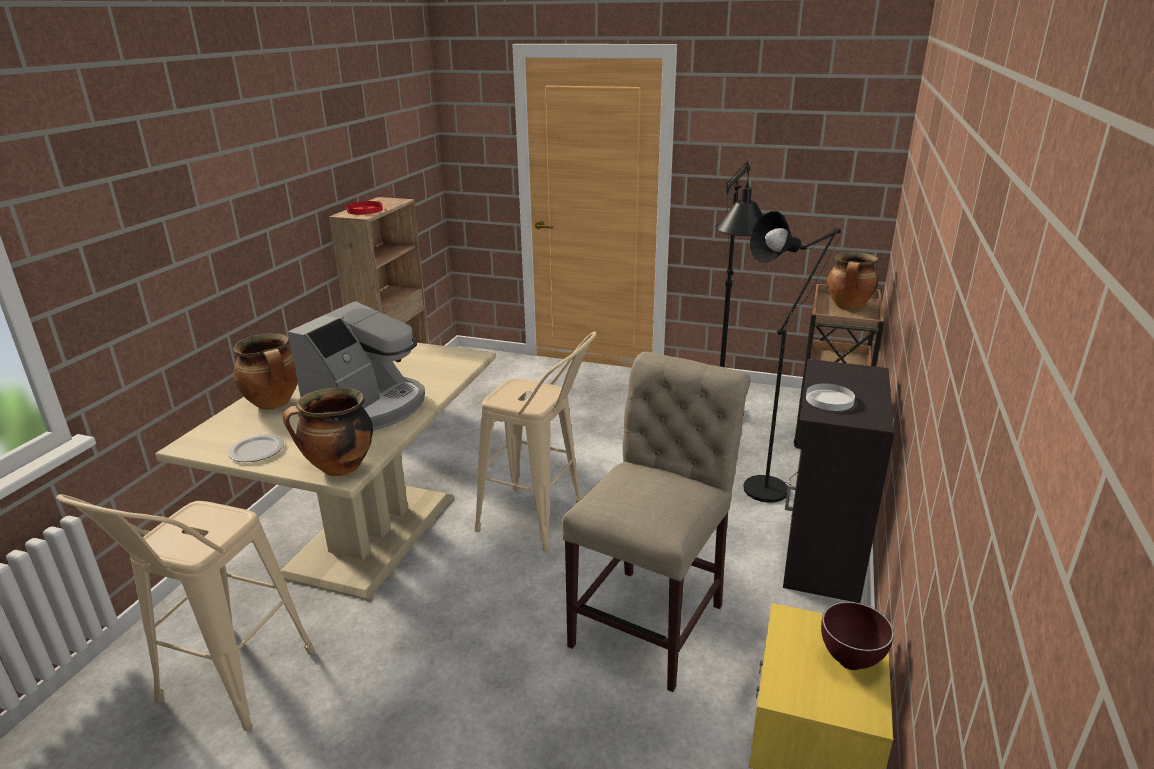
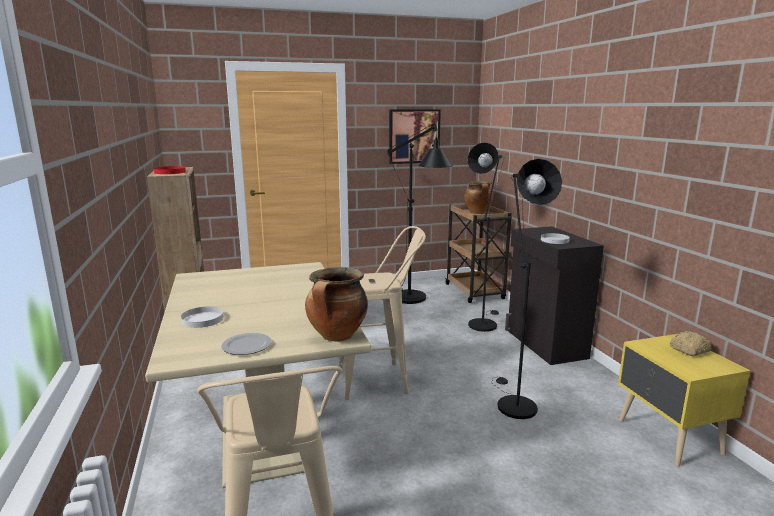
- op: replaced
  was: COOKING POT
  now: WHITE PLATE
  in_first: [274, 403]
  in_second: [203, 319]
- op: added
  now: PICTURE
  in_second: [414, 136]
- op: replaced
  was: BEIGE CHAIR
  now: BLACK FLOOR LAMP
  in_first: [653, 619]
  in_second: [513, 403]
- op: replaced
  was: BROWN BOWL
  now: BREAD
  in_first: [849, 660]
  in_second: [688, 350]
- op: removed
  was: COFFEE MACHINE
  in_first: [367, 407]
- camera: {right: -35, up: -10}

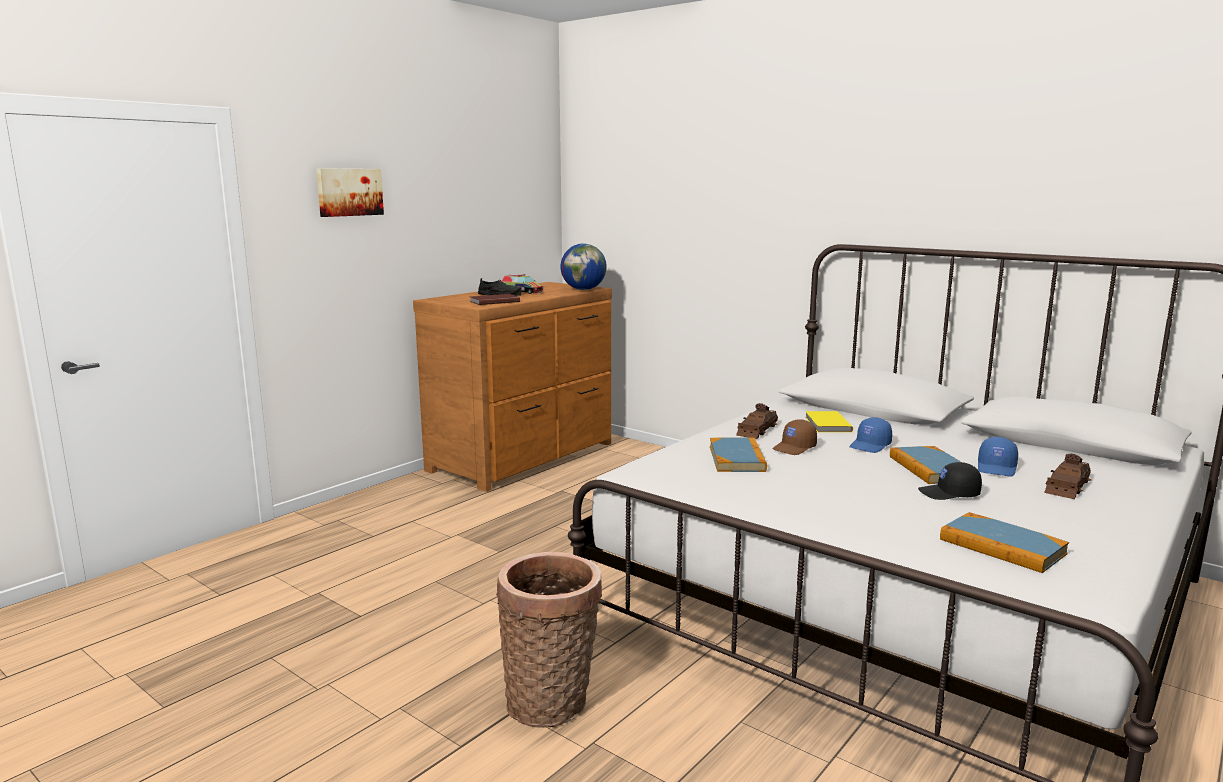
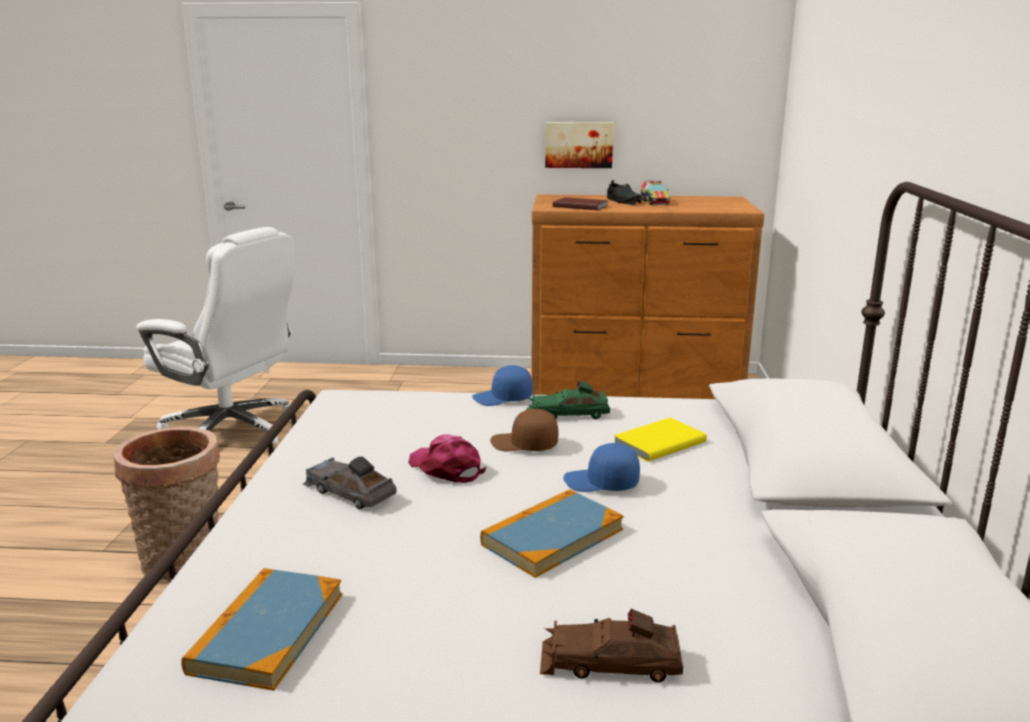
- op: added
  now: WHITE OFFICE CHAIR
  in_second: [232, 430]
- op: added
  now: GREY TOY CAR
  in_second: [349, 492]
- op: added
  now: PINK CAP
  in_second: [446, 468]
- op: moved
  was: BLUE CAP
  in_first: [997, 468]
  in_second: [503, 398]
- op: recoloured
  was: BROWN TOY CAR
  now: GREEN TOY CAR
  in_first: [757, 430]
  in_second: [567, 414]
- op: moved
  was: PICTURE
  in_first: [349, 192]
  in_second: [579, 145]
- op: removed
  was: GLOBE
  in_first: [584, 289]
- op: removed
  was: BOOK
  in_first: [737, 458]
- op: removed
  was: BLACK CAP
  in_first: [949, 494]
- camera: {right: 55, up: 5}

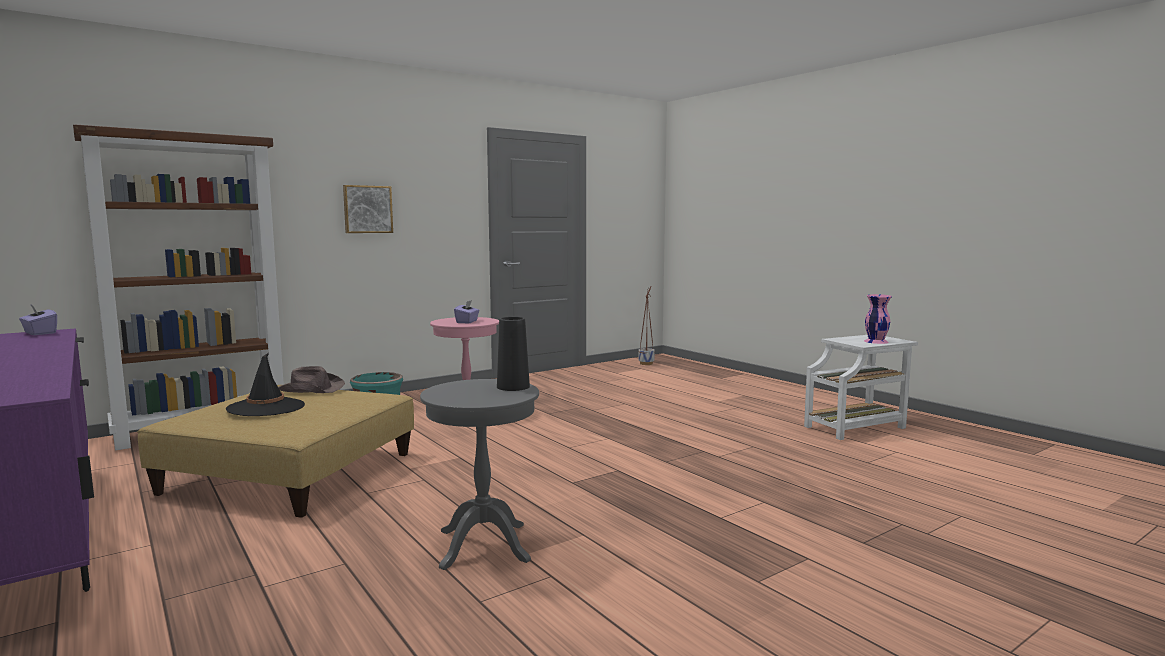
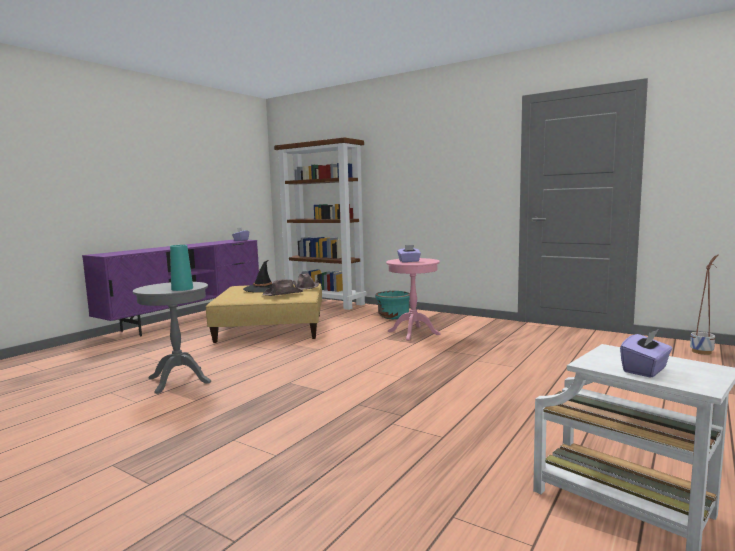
- op: recoloured
  was: BLACK VASE
  now: TURQUOISE VASE
  in_first: [513, 387]
  in_second: [182, 289]
- op: added
  now: BROWN HAT
  in_second: [283, 293]
- op: replaced
  was: PINK VASE
  now: PURPLE TISSUE BOX
  in_first: [875, 341]
  in_second: [645, 370]
- op: removed
  was: PICTURE
  in_first: [367, 209]
- camera: {right: 70, up: 0}

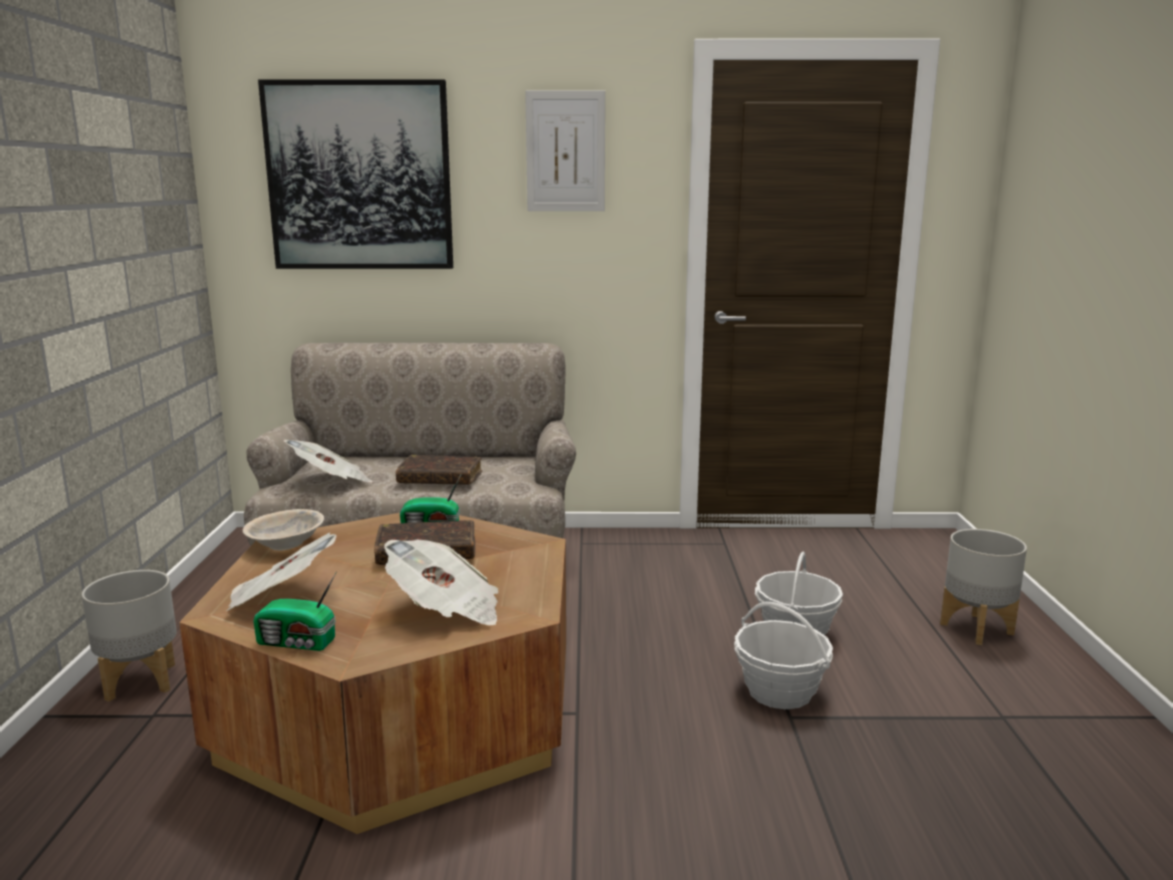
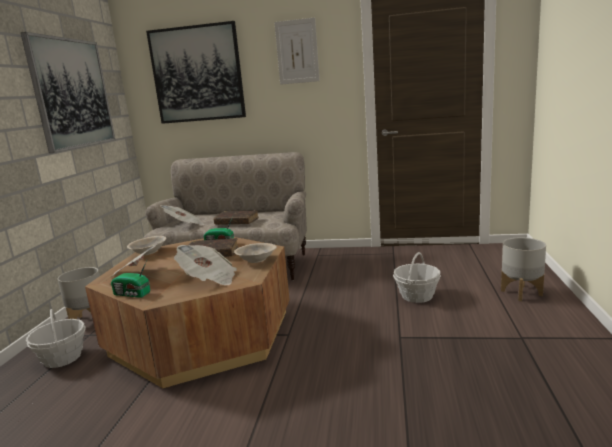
- op: added
  now: PICTURE
  in_second: [72, 93]
- op: moved
  was: BASKET
  in_first: [779, 691]
  in_second: [62, 358]
- op: added
  now: BEIGE BOWL
  in_second: [256, 260]
- camera: {right: 10, up: 0}

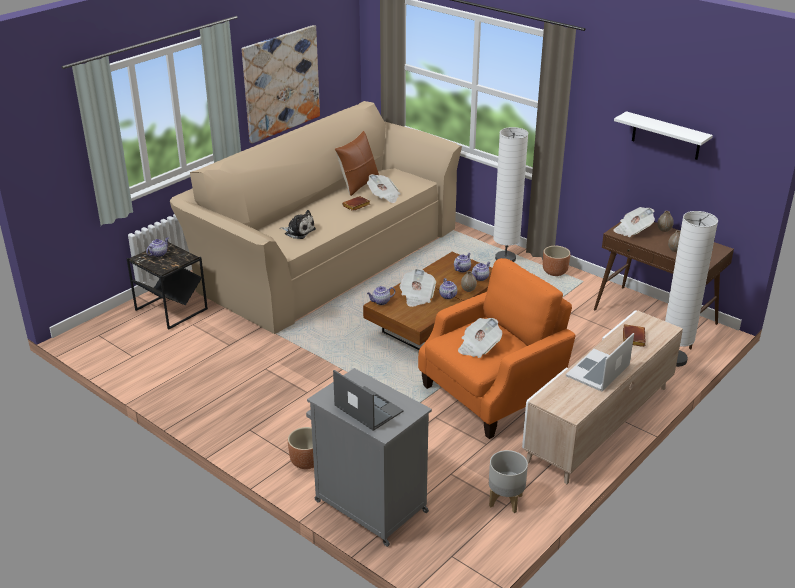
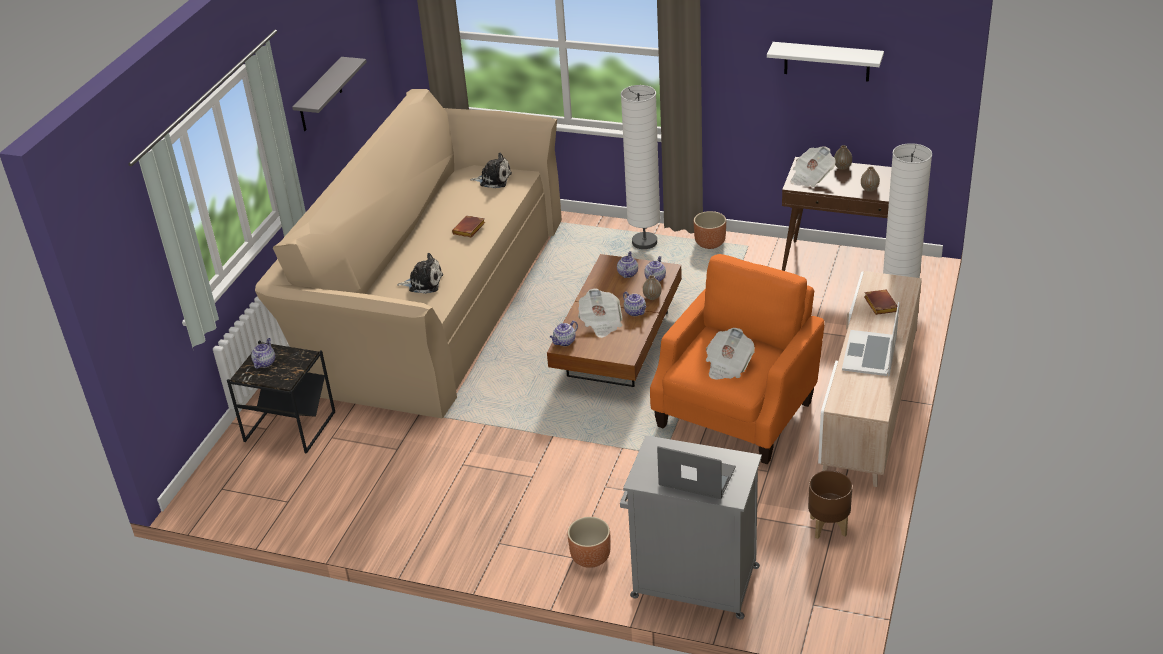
- op: replaced
  was: PICTURE
  now: GREY SHELF
  in_first: [281, 83]
  in_second: [320, 96]
- op: added
  now: PLUSH TOY
  in_second: [493, 179]
- op: recoloured
  was: GREY PLANTER
  now: BROWN PLANTER
  in_first: [505, 501]
  in_second: [828, 527]
- op: removed
  was: BROWN PILLOW
  in_first: [358, 184]
- op: removed
  was: NEWSPAPER
  in_first: [384, 196]
- camera: {right: -20, up: 5}

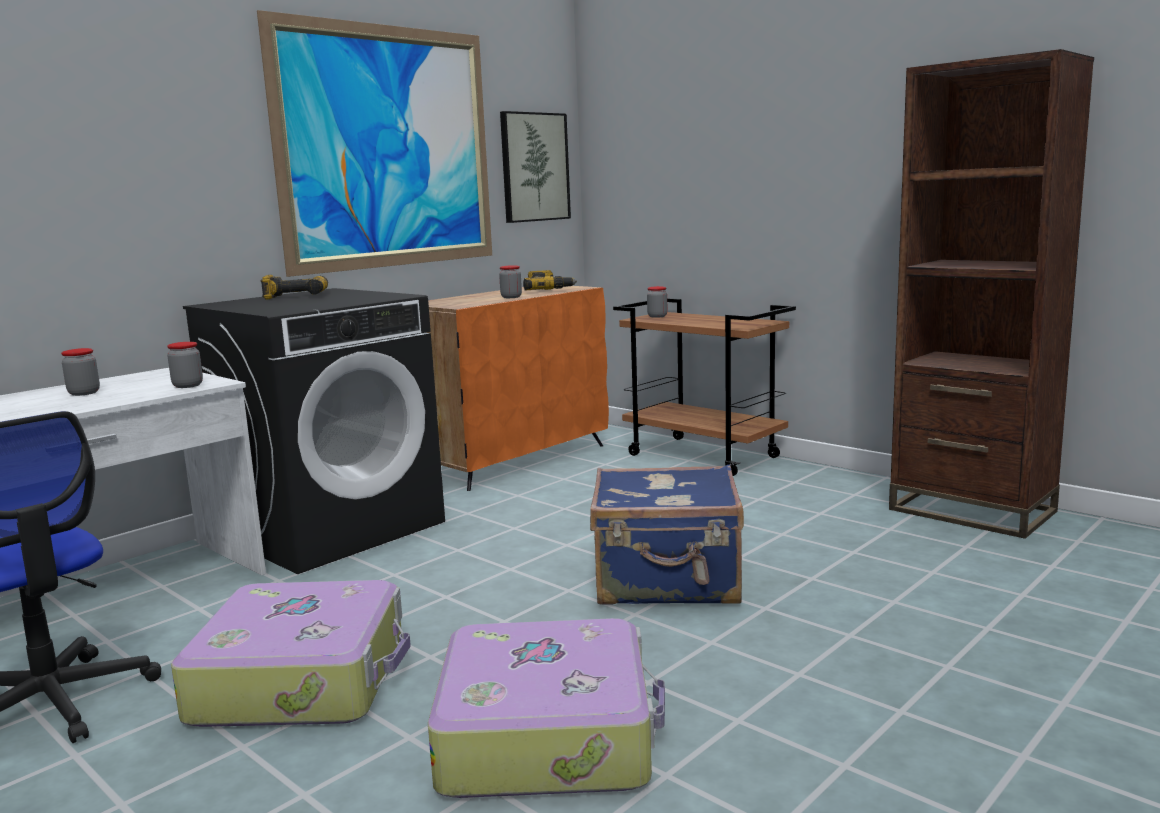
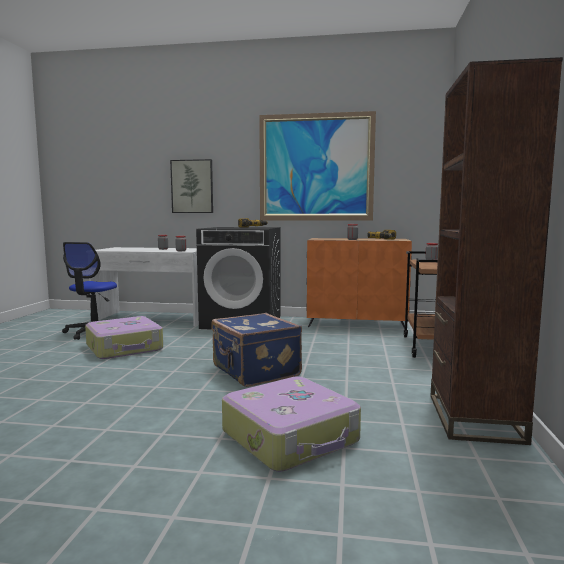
- op: moved
  was: PICTURE
  in_first: [534, 167]
  in_second: [192, 186]
- op: moved
  was: SUITCASE
  in_first: [548, 734]
  in_second: [291, 437]
- camera: {right: 55, up: -5}

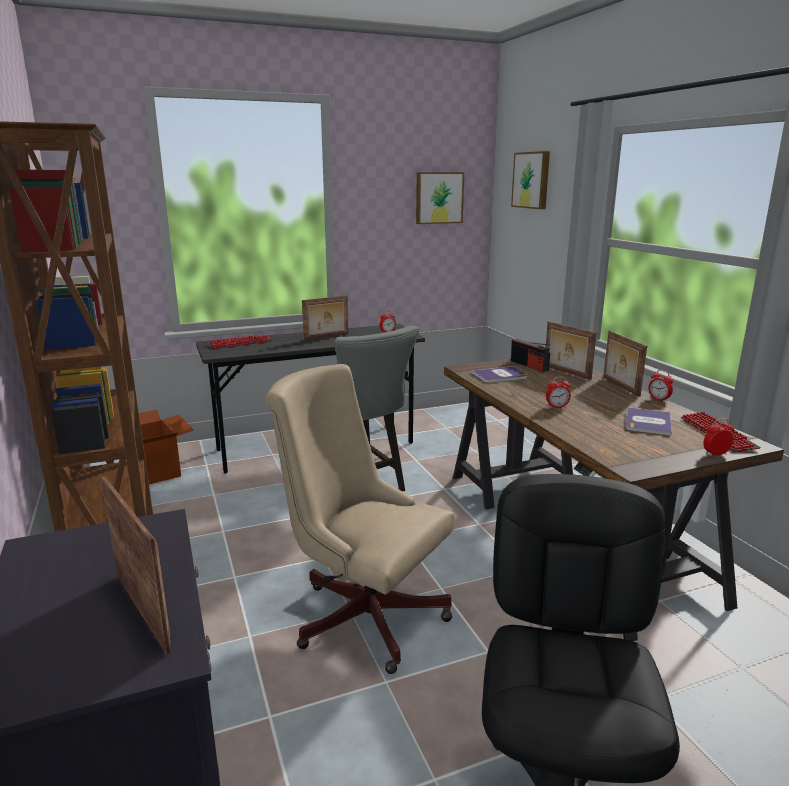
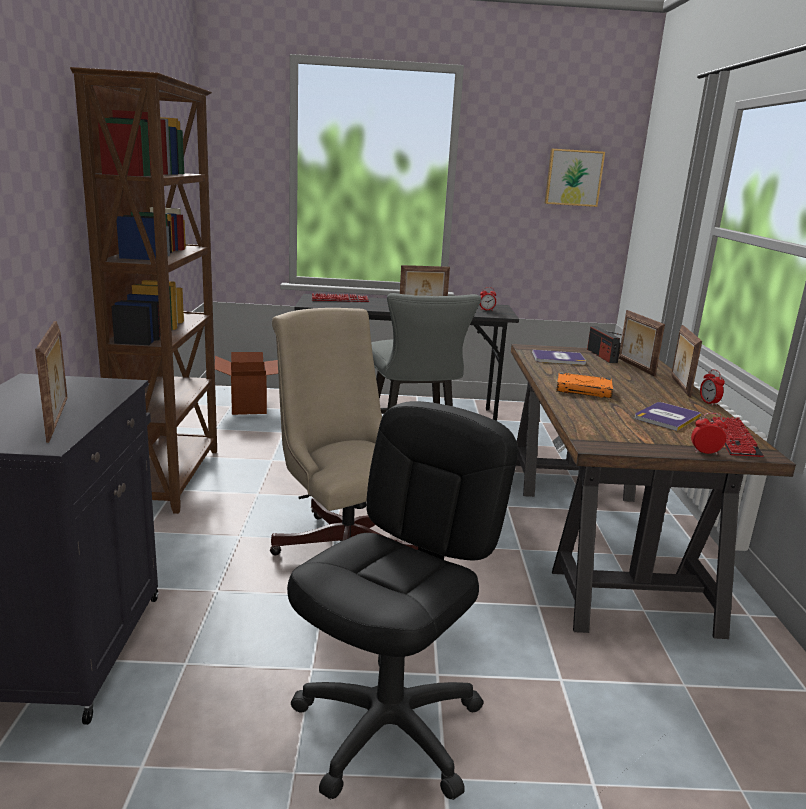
- op: replaced
  was: ALARM CLOCK
  now: ORANGE BOOK
  in_first: [557, 407]
  in_second: [584, 390]
- op: removed
  was: PICTURE
  in_first: [532, 180]
- camera: {right: 20, up: 0}

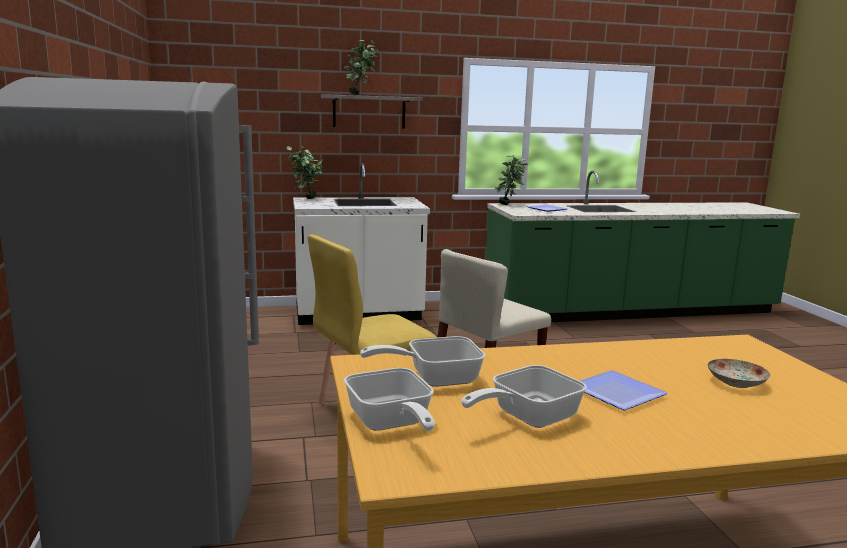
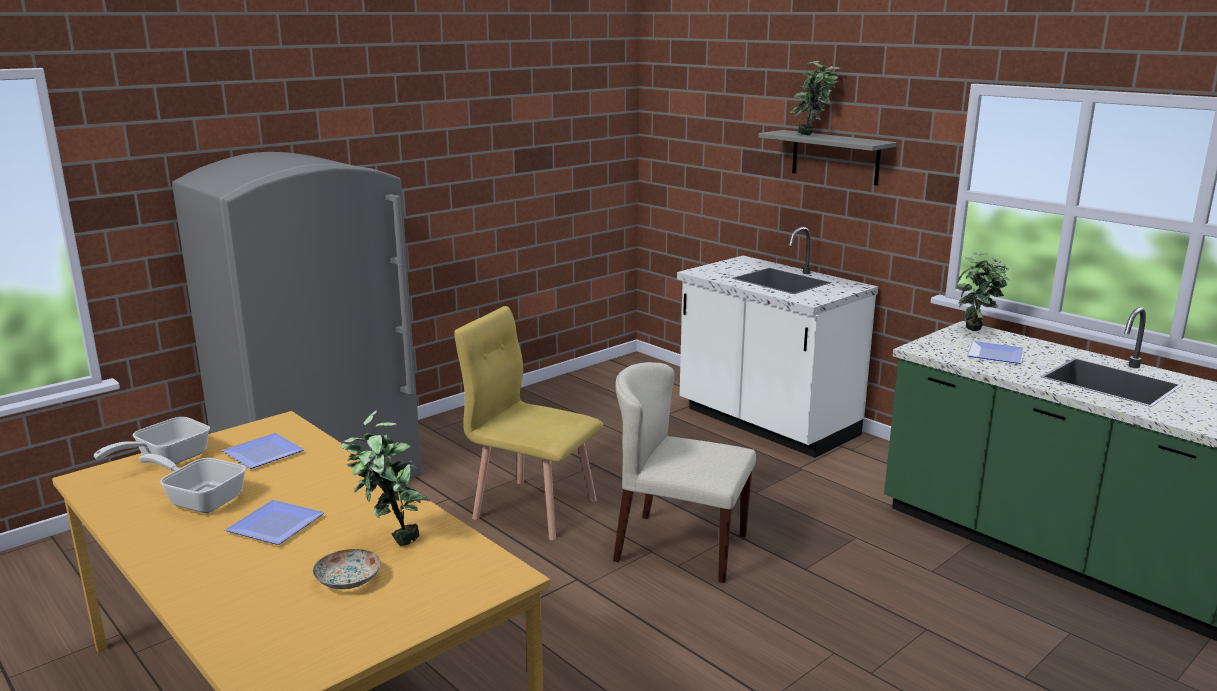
- op: replaced
  was: FRYING PAN
  now: PLATE
  in_first: [434, 378]
  in_second: [264, 452]
- op: moved
  was: POTTED PLANT
  in_first: [305, 199]
  in_second: [391, 540]
- camera: {right: 60, up: 5}

